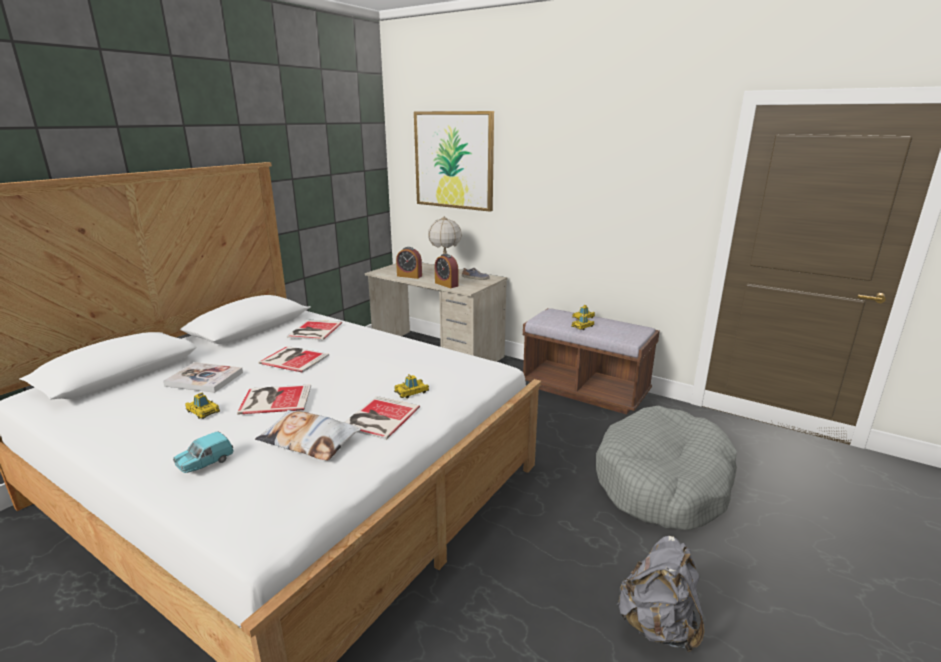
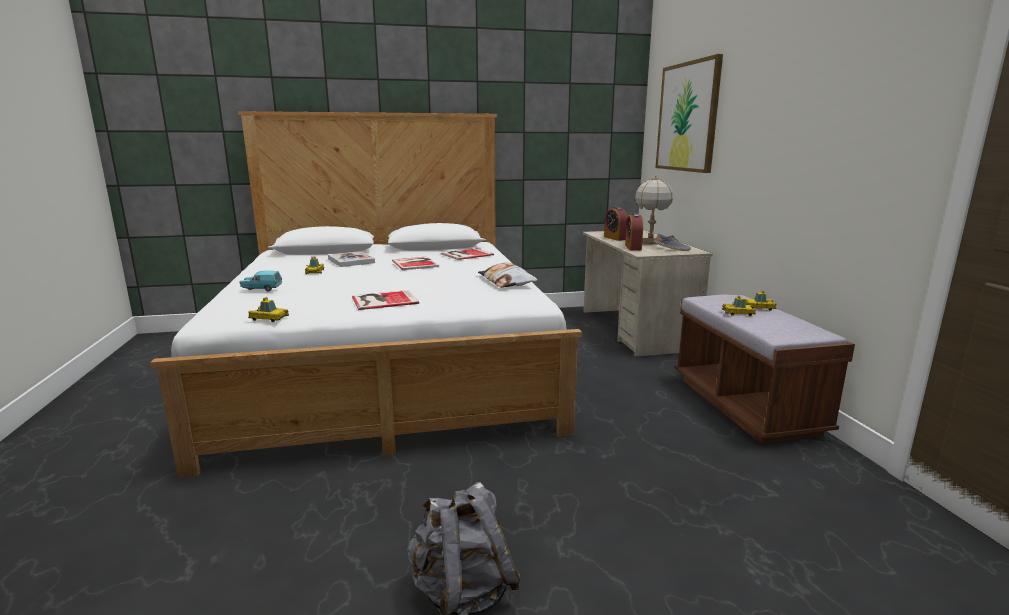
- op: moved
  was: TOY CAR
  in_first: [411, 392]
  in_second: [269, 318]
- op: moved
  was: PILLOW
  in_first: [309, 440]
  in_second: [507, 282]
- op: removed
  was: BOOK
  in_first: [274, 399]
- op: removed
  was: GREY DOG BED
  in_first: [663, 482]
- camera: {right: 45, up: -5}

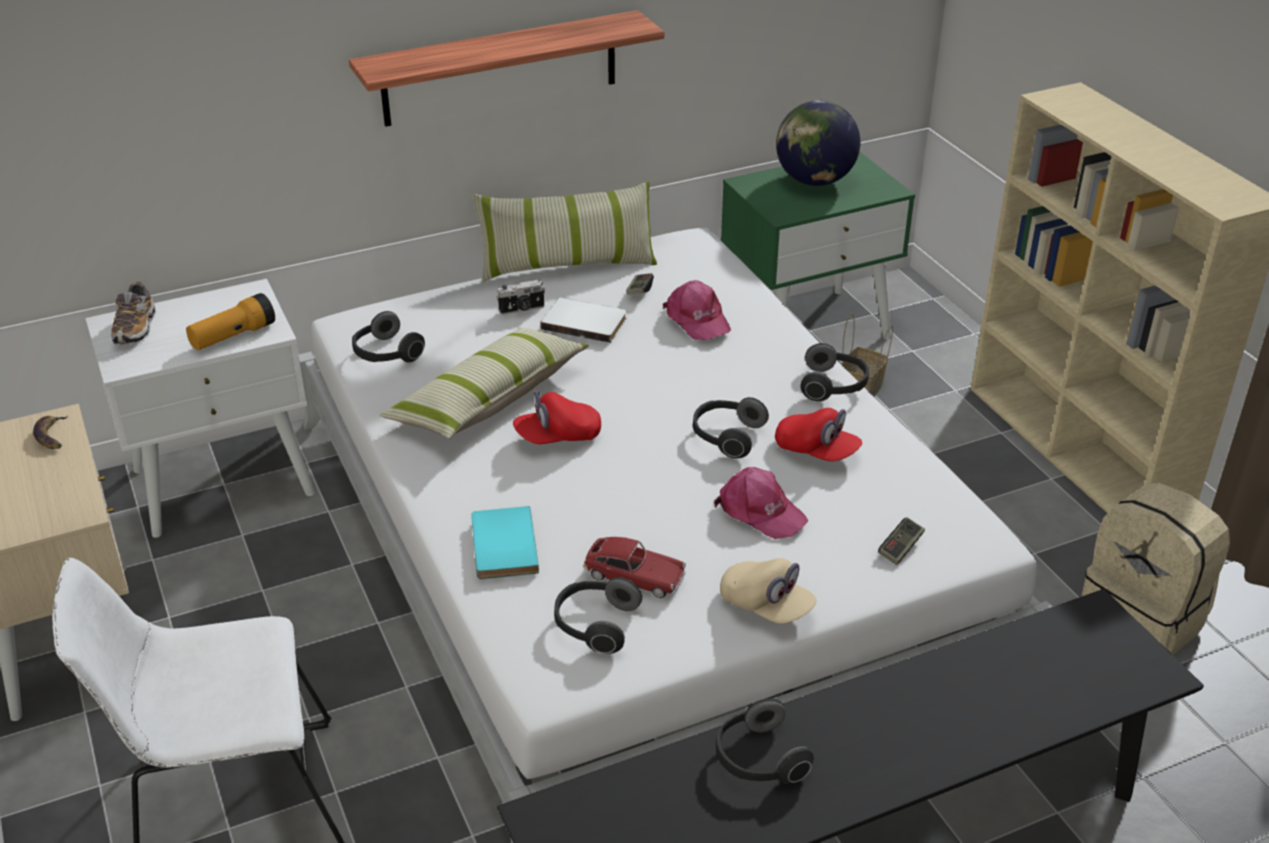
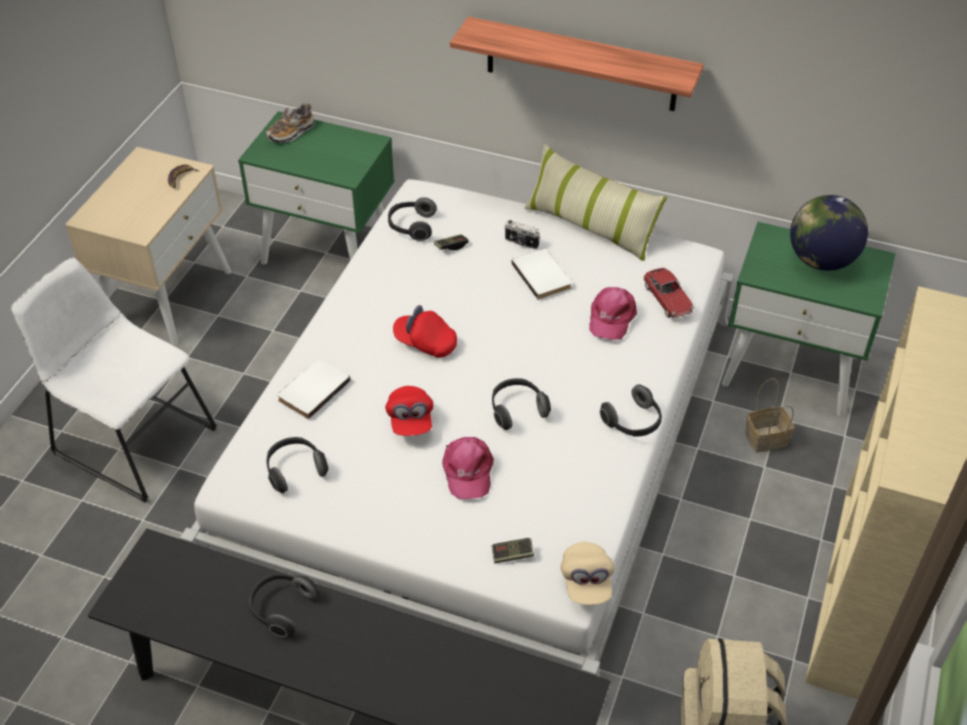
- op: recoloured
  was: WHITE NIGHTSTAND
  now: GREEN NIGHTSTAND
  in_first: [224, 480]
  in_second: [328, 250]
- op: recoloured
  was: TURQUOISE BOOK
  now: WHITE BOOK
  in_first: [501, 546]
  in_second: [312, 389]
- op: moved
  was: RED CAP
  in_first: [816, 451]
  in_second: [410, 420]
- op: moved
  was: GAME CONTROLLER
  in_first: [639, 290]
  in_second: [451, 246]
- op: moved
  was: BEIGE CAP
  in_first: [766, 606]
  in_second: [586, 582]
- op: moved
  was: TOY CAR
  in_first: [634, 576]
  in_second: [667, 299]
- op: removed
  was: FLASHLIGHT
  in_first: [233, 336]
- op: removed
  was: PILLOW
  in_first: [488, 399]
- camera: {right: 45, up: 10}

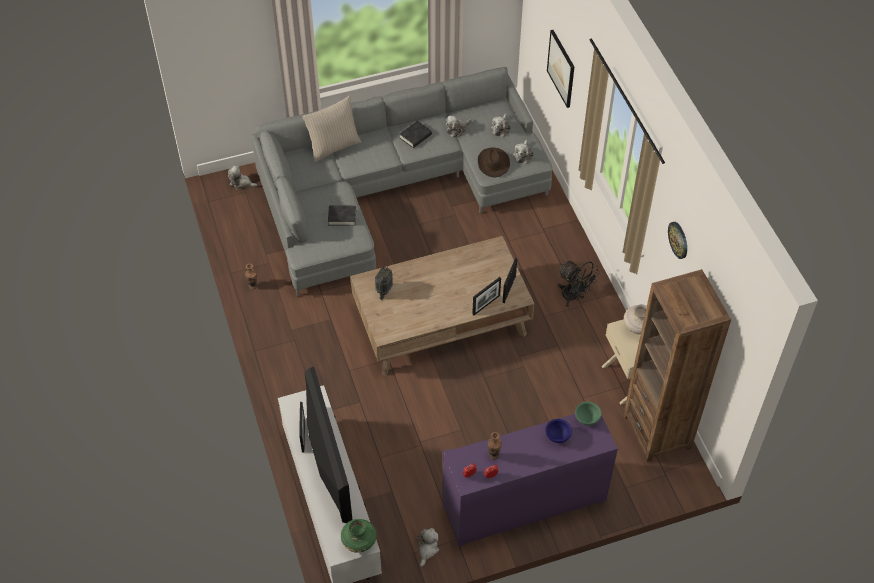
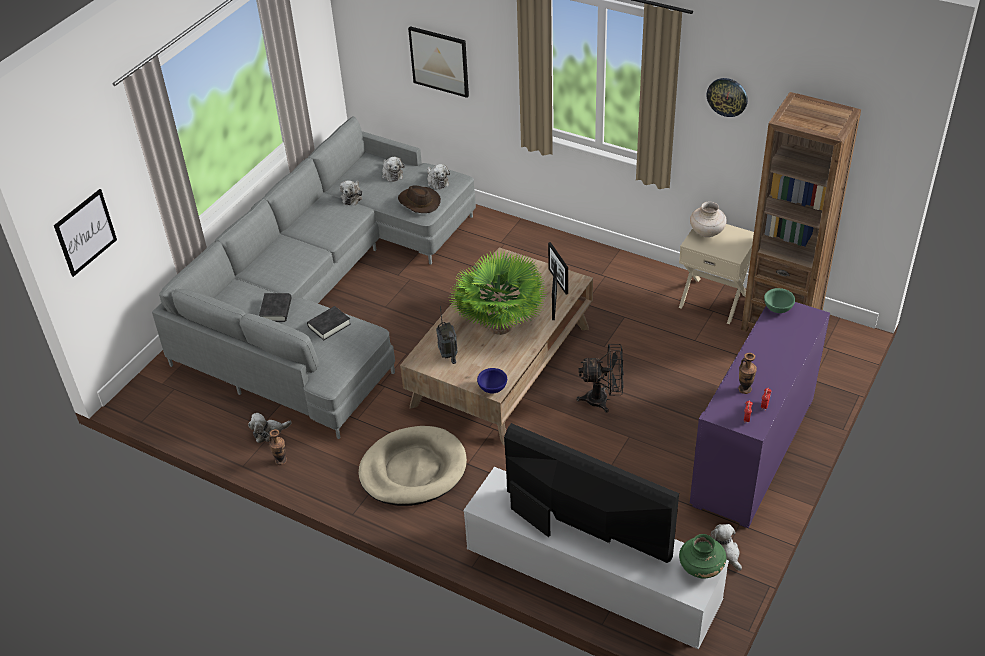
- op: added
  now: PICTURE
  in_second: [85, 232]
- op: moved
  was: PLUSH TOY
  in_first: [241, 183]
  in_second: [269, 432]
- op: moved
  was: BLACK BOOK
  in_first: [415, 136]
  in_second: [276, 310]
- op: added
  now: BEIGE DOG BED
  in_second: [413, 469]
- op: added
  now: POTTED PLANT
  in_second: [500, 326]
- op: moved
  was: BLUE BOWL
  in_first: [557, 436]
  in_second: [492, 389]
- op: moved
  was: BLACK FAN
  in_first: [574, 297]
  in_second: [603, 399]
- op: removed
  was: BEIGE PILLOW
  in_first: [333, 146]
- camera: {right: -40, up: -10}

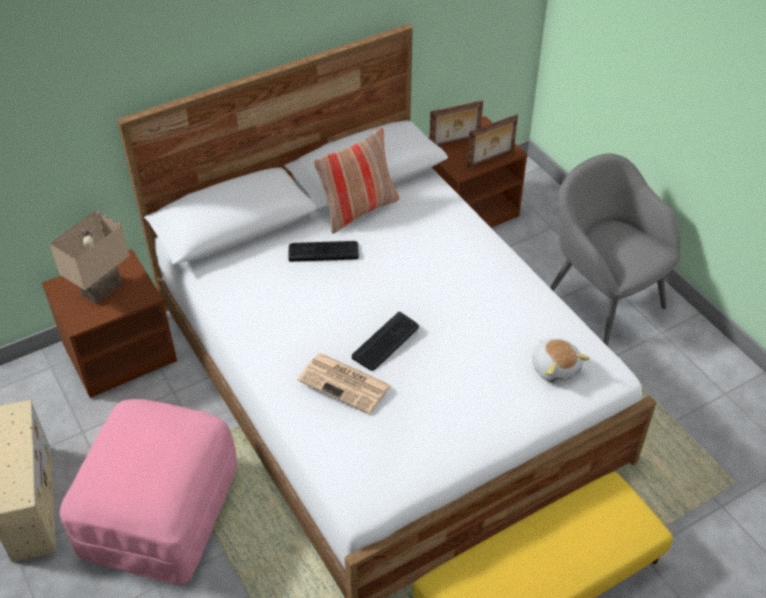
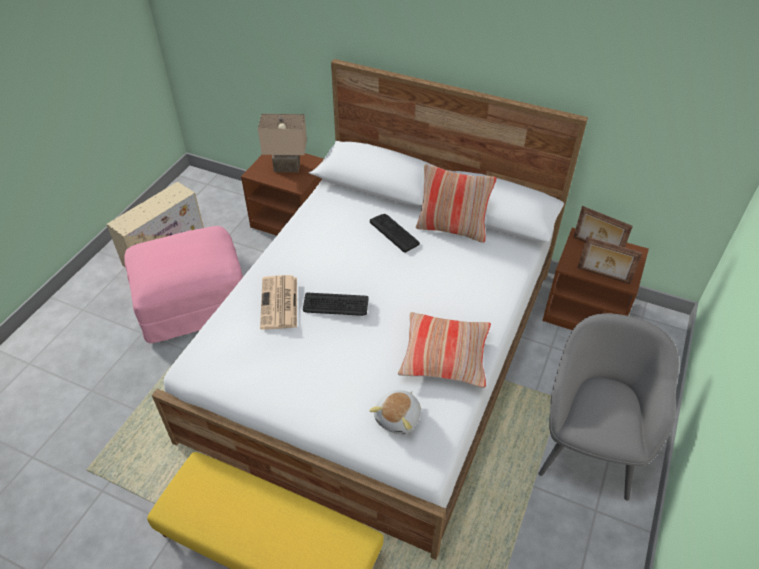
- op: added
  now: PILLOW
  in_second: [445, 356]
- camera: {right: 55, up: 0}

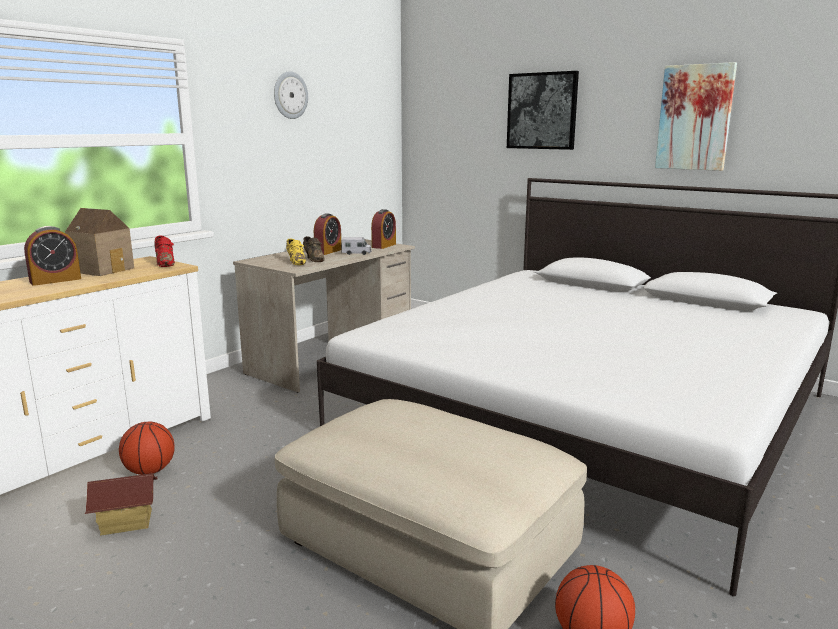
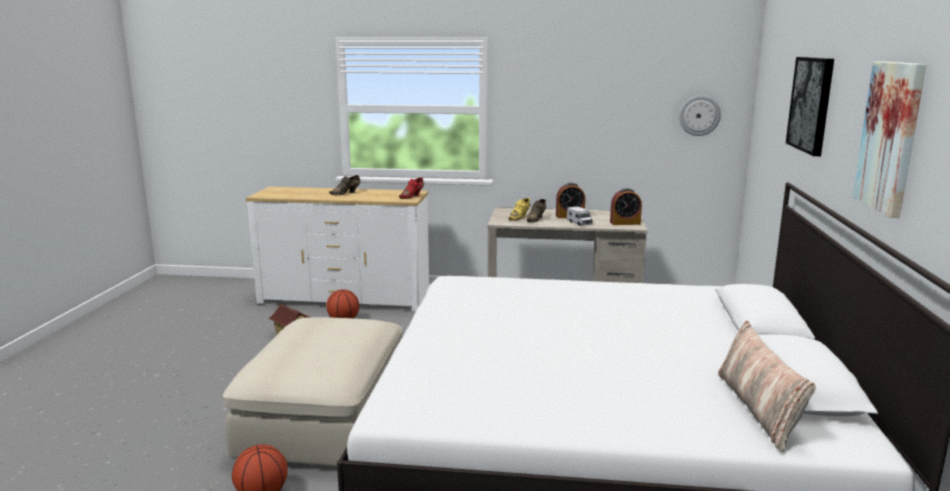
- op: replaced
  was: ALARM CLOCK
  now: BROWN SHOE
  in_first: [55, 280]
  in_second: [346, 193]
- op: moved
  was: WALL CLOCK
  in_first: [290, 95]
  in_second: [699, 115]
- op: added
  now: PILLOW
  in_second: [758, 408]
- op: removed
  was: TOY HOUSE
  in_first: [105, 269]
- camera: {right: 60, up: 0}

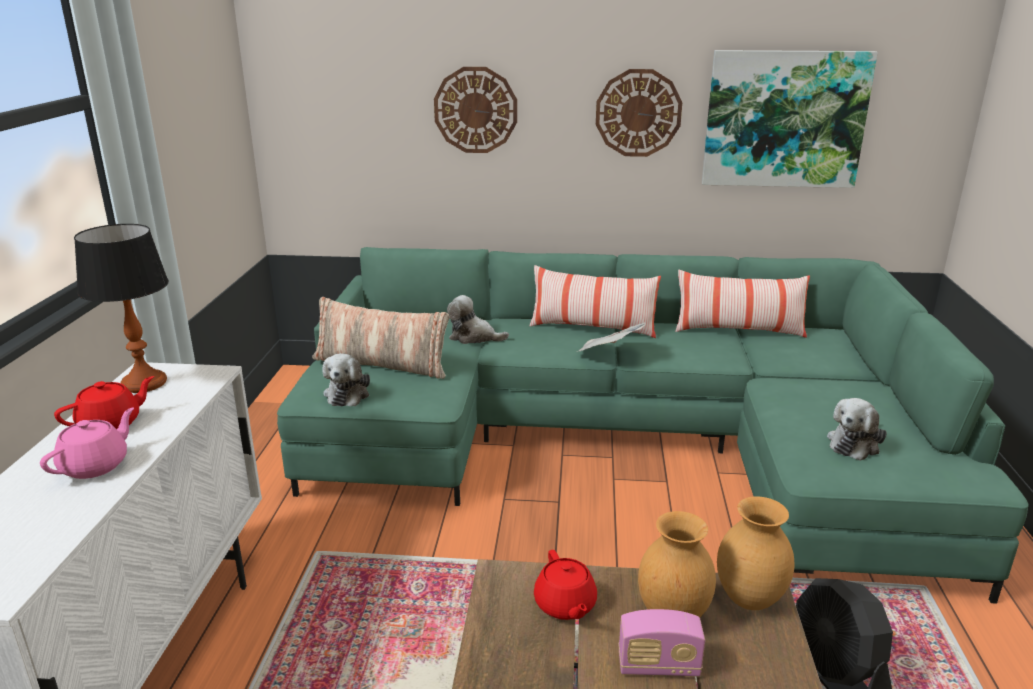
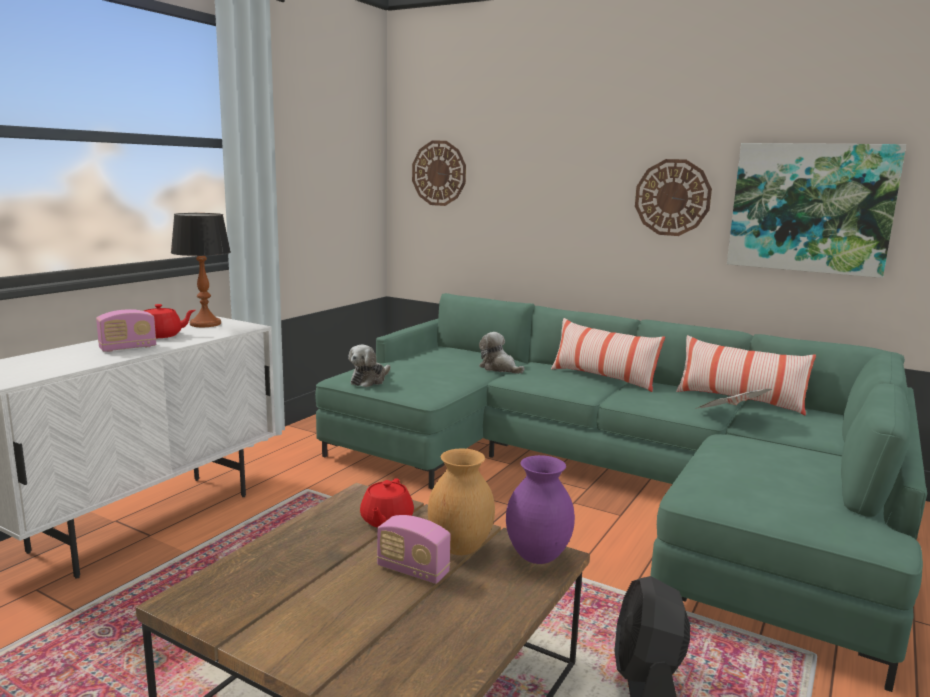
- op: replaced
  was: PINK TEAPOT
  now: RADIO
  in_first: [96, 465]
  in_second: [128, 348]
- op: moved
  was: WALL CLOCK
  in_first: [475, 110]
  in_second: [439, 173]
- op: recoloured
  was: BROWN VASE
  now: PURPLE VASE
  in_first: [749, 600]
  in_second: [536, 557]
- op: moved
  was: NEWSPAPER
  in_first: [609, 354]
  in_second: [730, 416]
- op: removed
  was: PILLOW
  in_first: [382, 364]
- op: removed
  was: PLUSH TOY
  in_first: [855, 443]
- camera: {right: 25, up: -10}

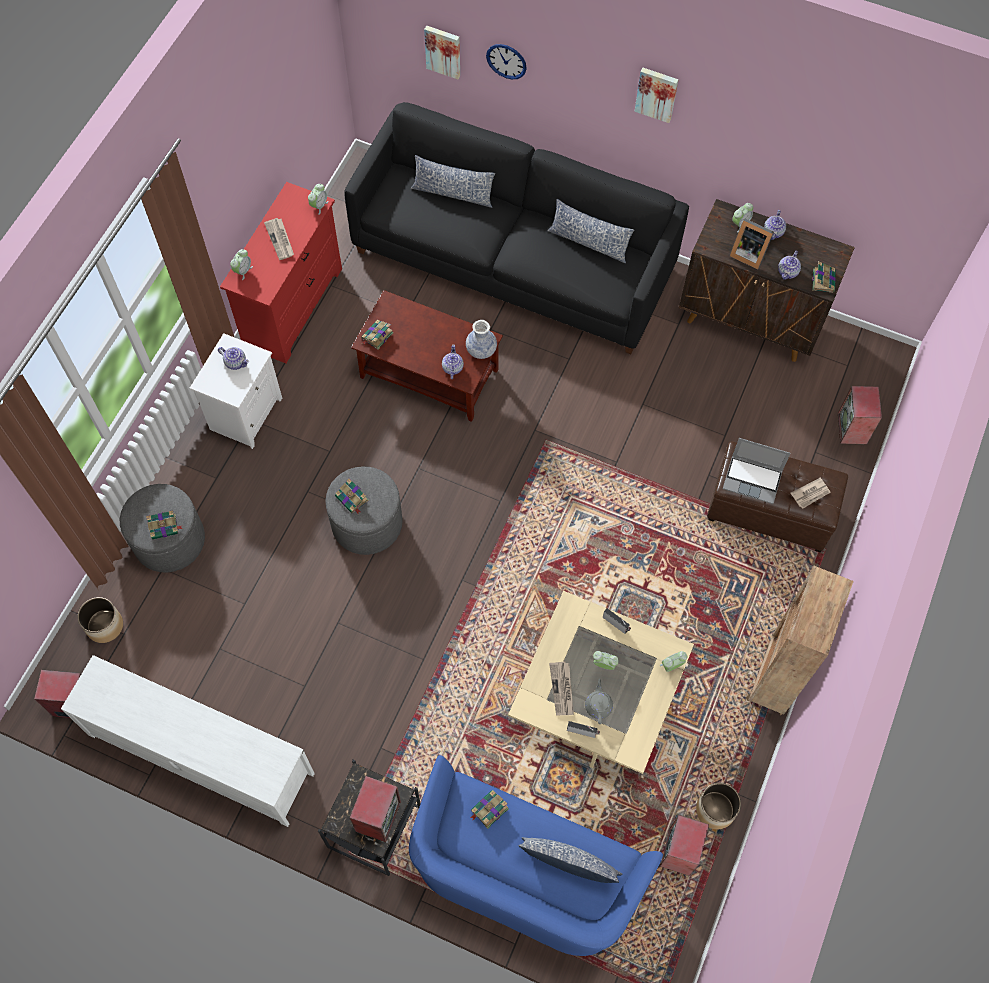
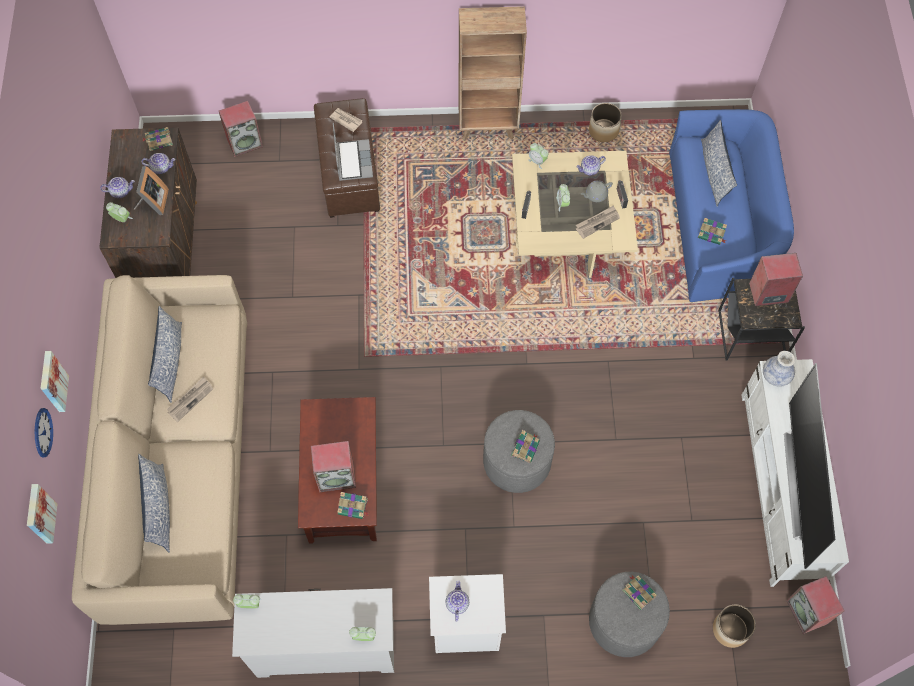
- op: moved
  was: PICTURE
  in_first: [657, 93]
  in_second: [52, 382]
- op: recoloured
  was: BLACK SOFA
  now: BEIGE SOFA
  in_first: [514, 260]
  in_second: [180, 465]
- op: moved
  was: NEWSPAPER
  in_first: [280, 240]
  in_second: [190, 399]
- op: recoloured
  was: RED DRESSER
  now: WHITE DRESSER
  in_first: [293, 306]
  in_second: [325, 647]
- op: moved
  was: SPEAKER
  in_first: [680, 852]
  in_second: [337, 476]
- op: moved
  was: TEAPOT
  in_first: [452, 367]
  in_second: [589, 170]
- op: moved
  was: VASE
  in_first: [481, 350]
  in_second: [775, 376]
- op: added
  now: TELEVISION
  in_second: [803, 485]
- camera: {right: -115, up: 0}

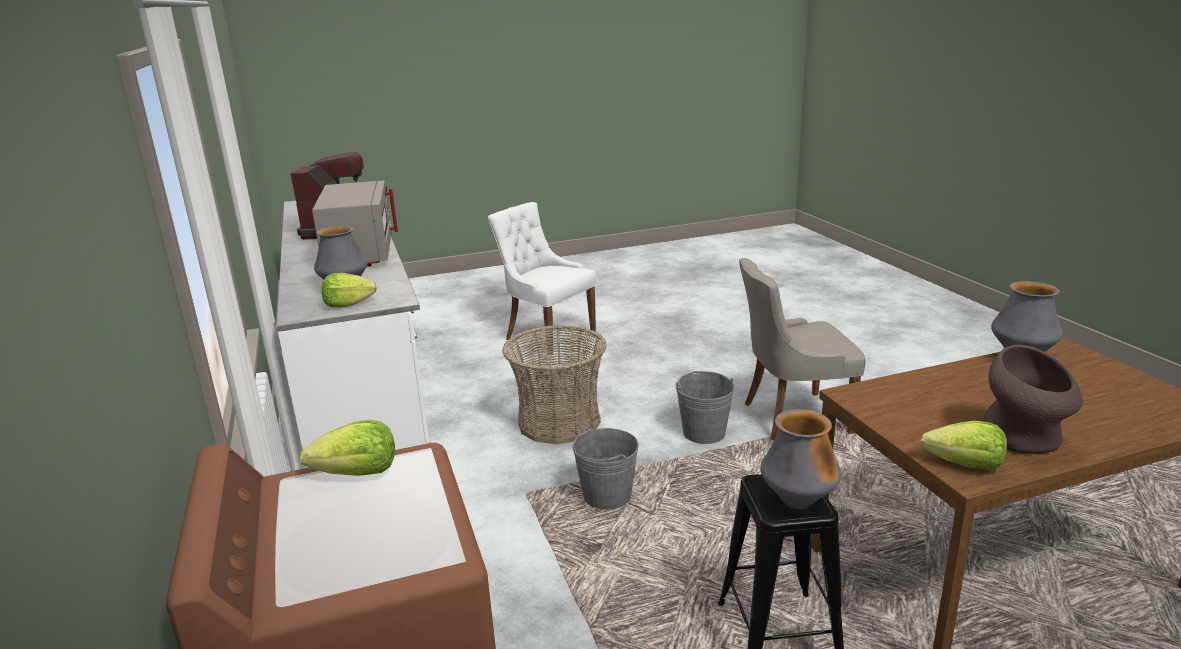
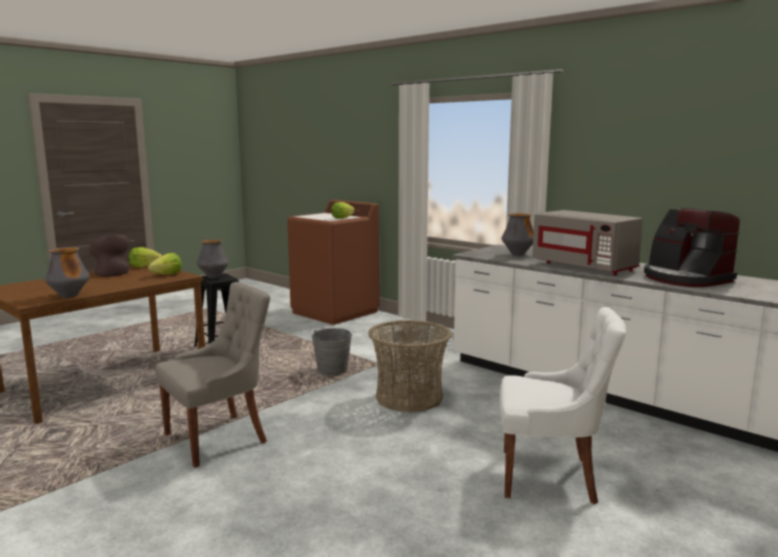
- op: moved
  was: LETTUCE
  in_first: [348, 304]
  in_second: [167, 274]
- op: removed
  was: GREY BUCKET
  in_first: [704, 433]
- camera: {right: 150, up: -10}

